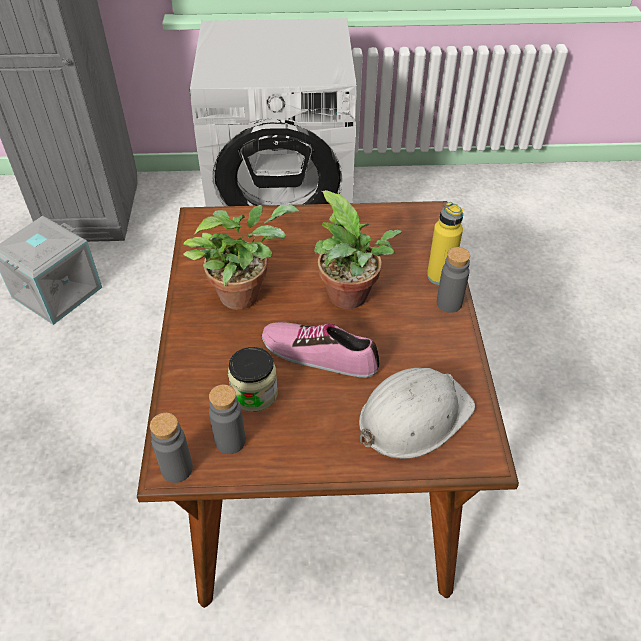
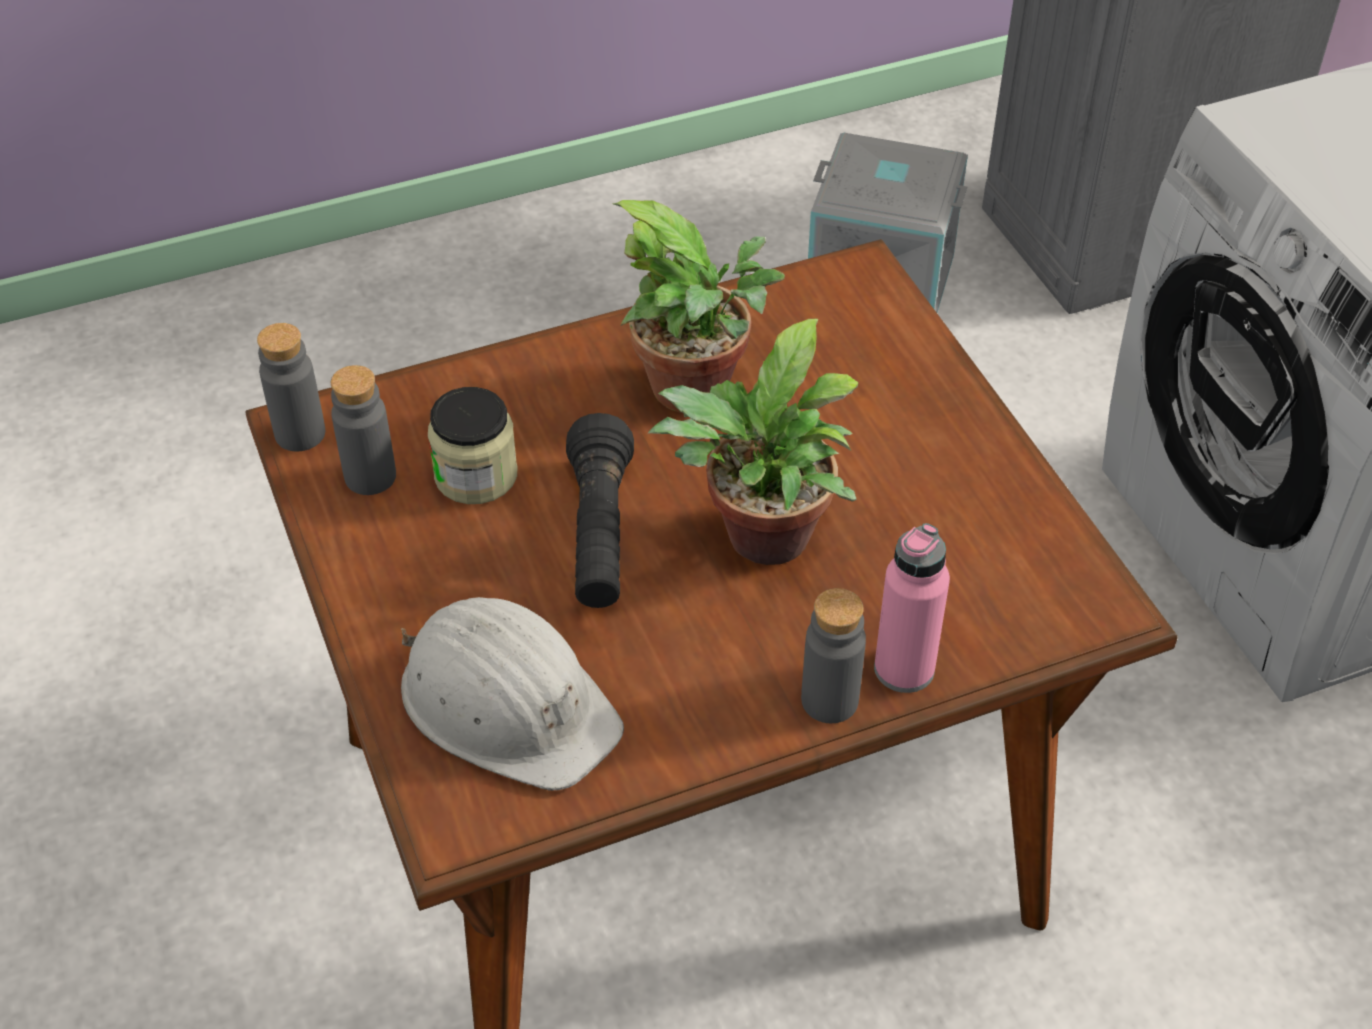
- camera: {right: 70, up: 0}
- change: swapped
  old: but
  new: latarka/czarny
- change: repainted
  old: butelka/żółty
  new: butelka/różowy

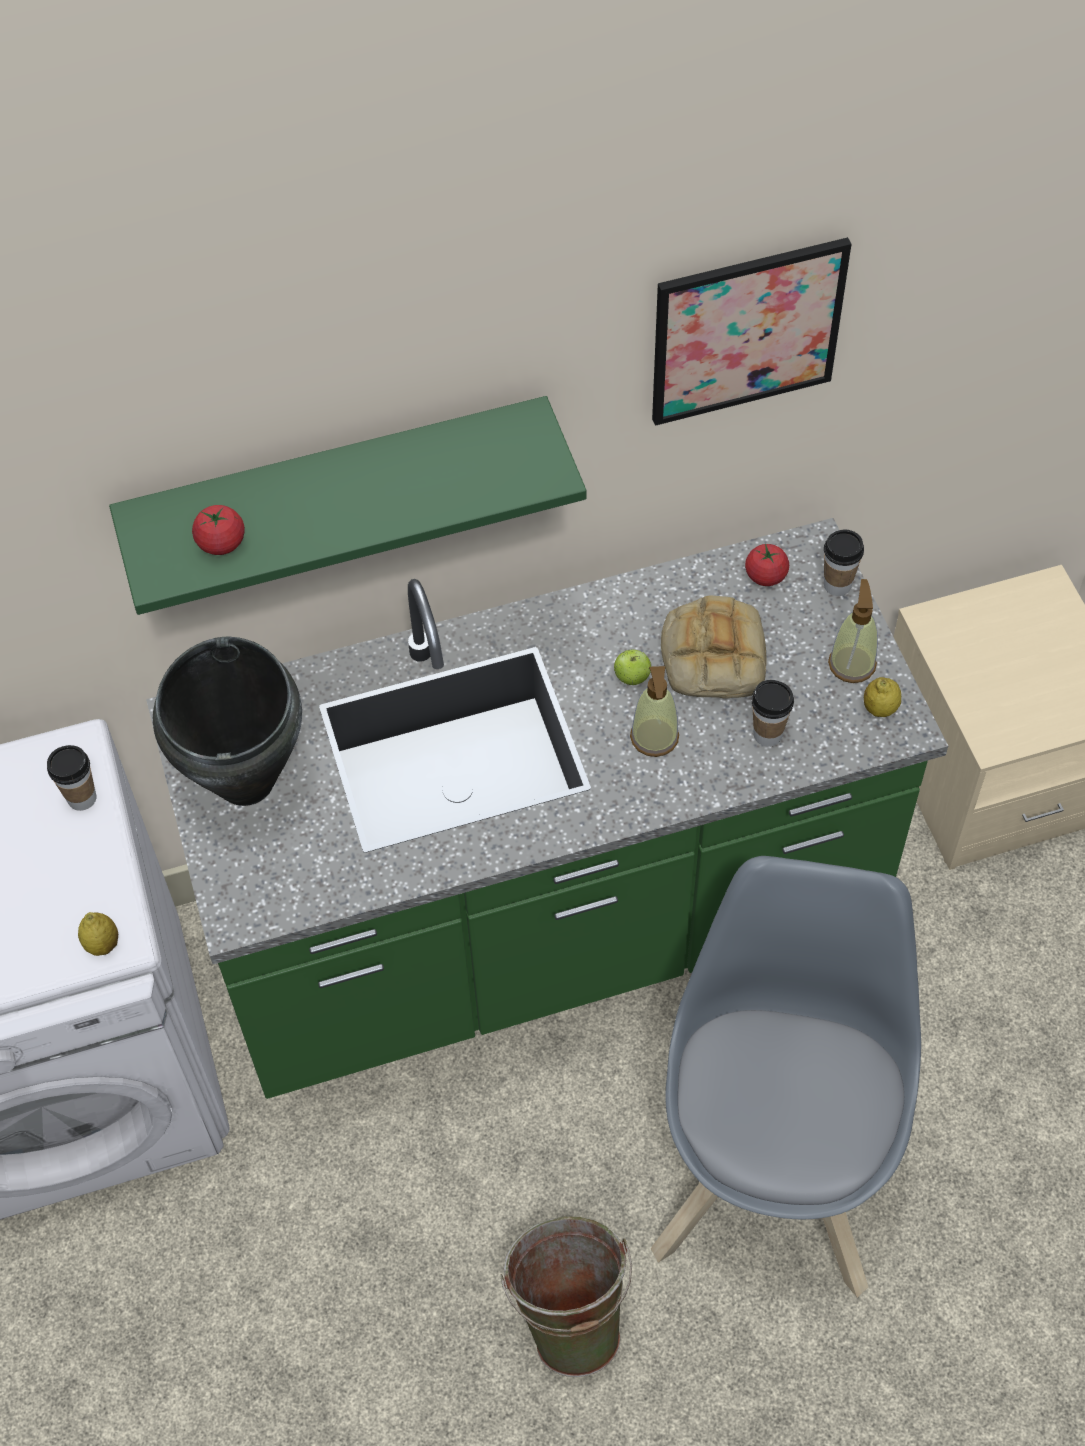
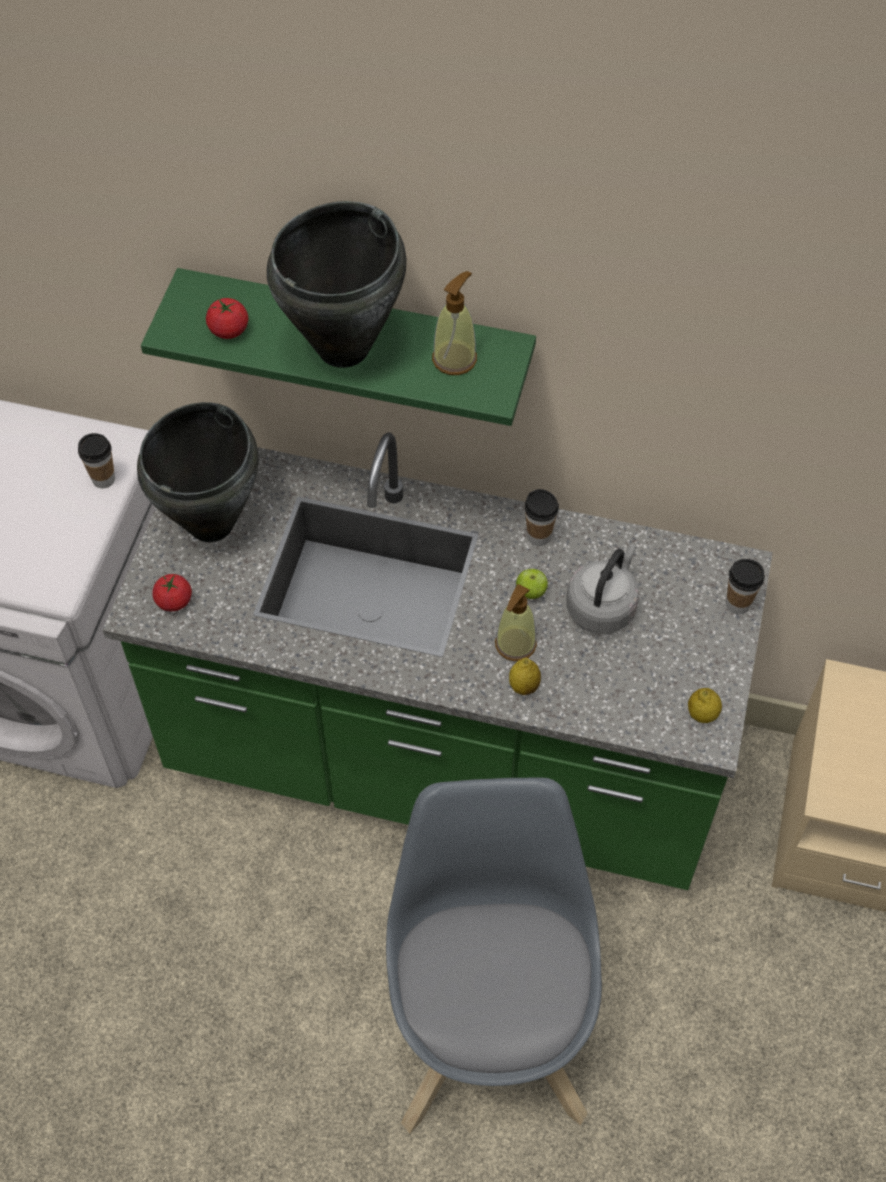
- camera: {right: 30, up: 0}
- change: shifted
  old: pomidor (no. 2 from left in the first image)
  new: pomidor (no. 1 from left)
- change: new
  new: garnek/czarny (no. 2 from left)
- change: rotated
  old: krzesło/szary
  degrees: -45
- change: shifted
  old: dozownik mydła (no. 2 from left in the first image)
  new: dozownik mydła (no. 1 from left)
- change: shifted
  old: cytryna (no. 1 from left)
- change: shifted
  old: filiżanka (no. 2 from left)
- change: swapped
  old: chleb
  new: czajnik/szary
- change: gone
  old: wiadro/zielony
- change: gone
  old: obraz

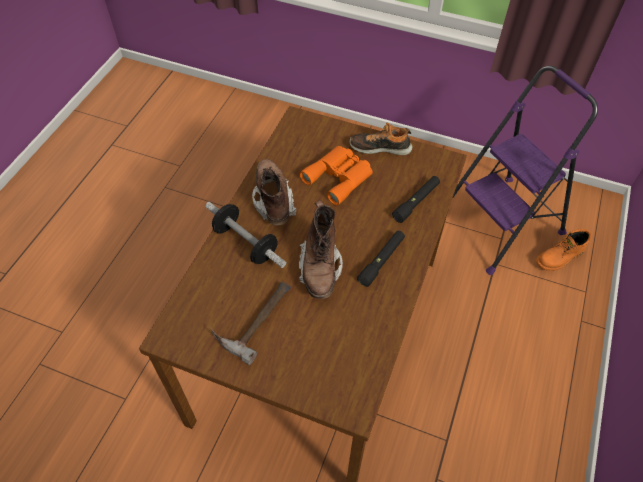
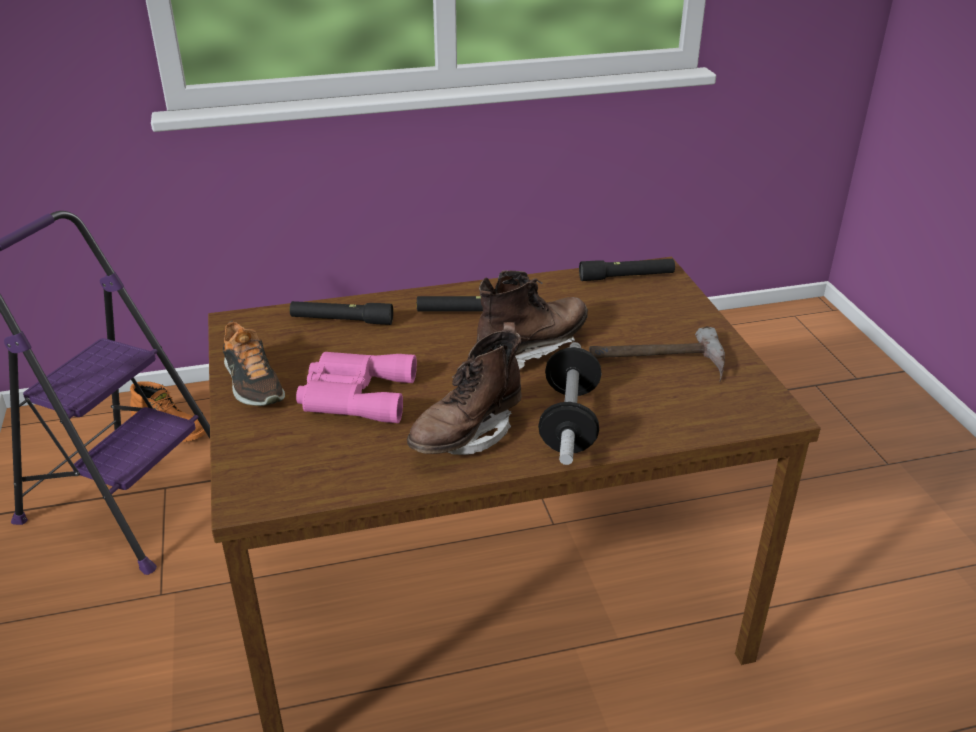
- camera: {right: -125, up: -20}
- change: repainted
  old: lornetka/pomarańczowy
  new: lornetka/różowy
- change: new
  new: latarka/czarny (no. 3 from left)

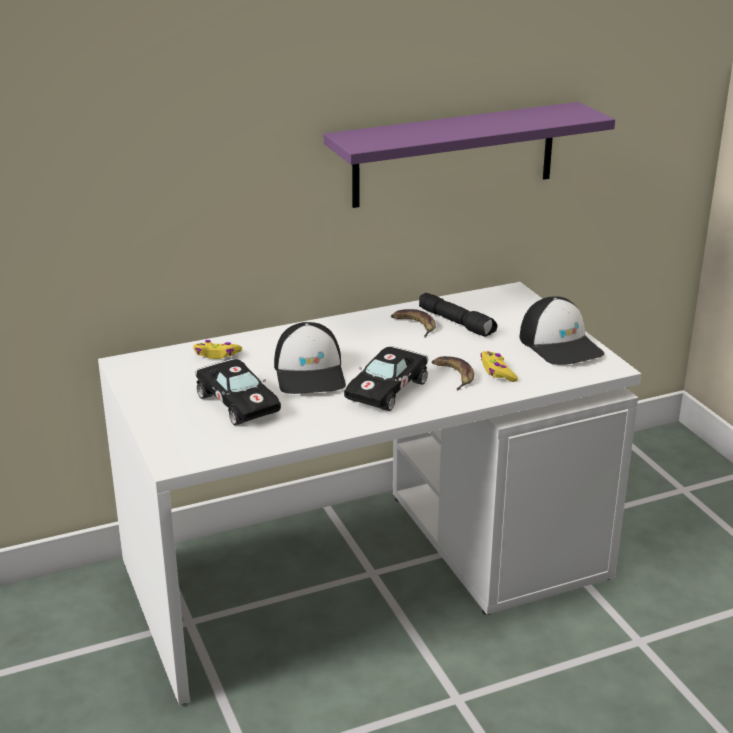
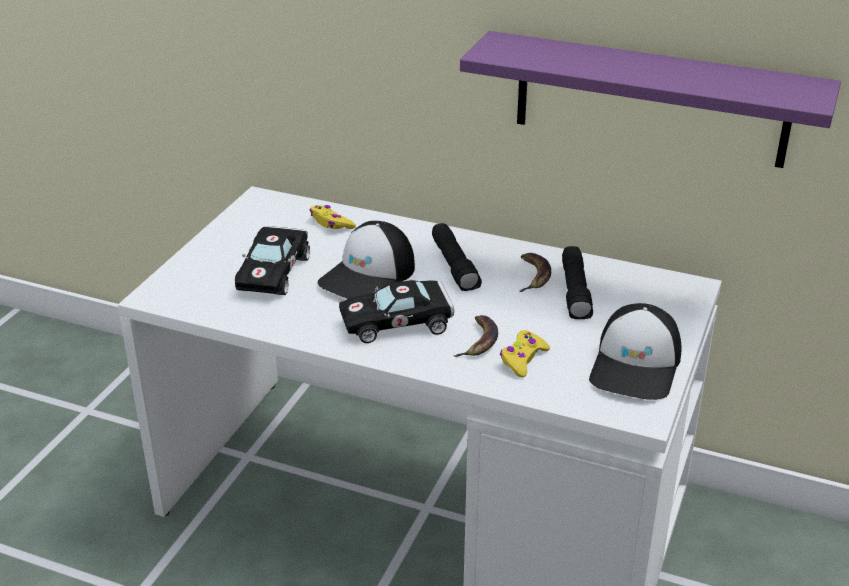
- camera: {right: 45, up: 5}
- change: new
  new: latarka/czarny (no. 1 from left)

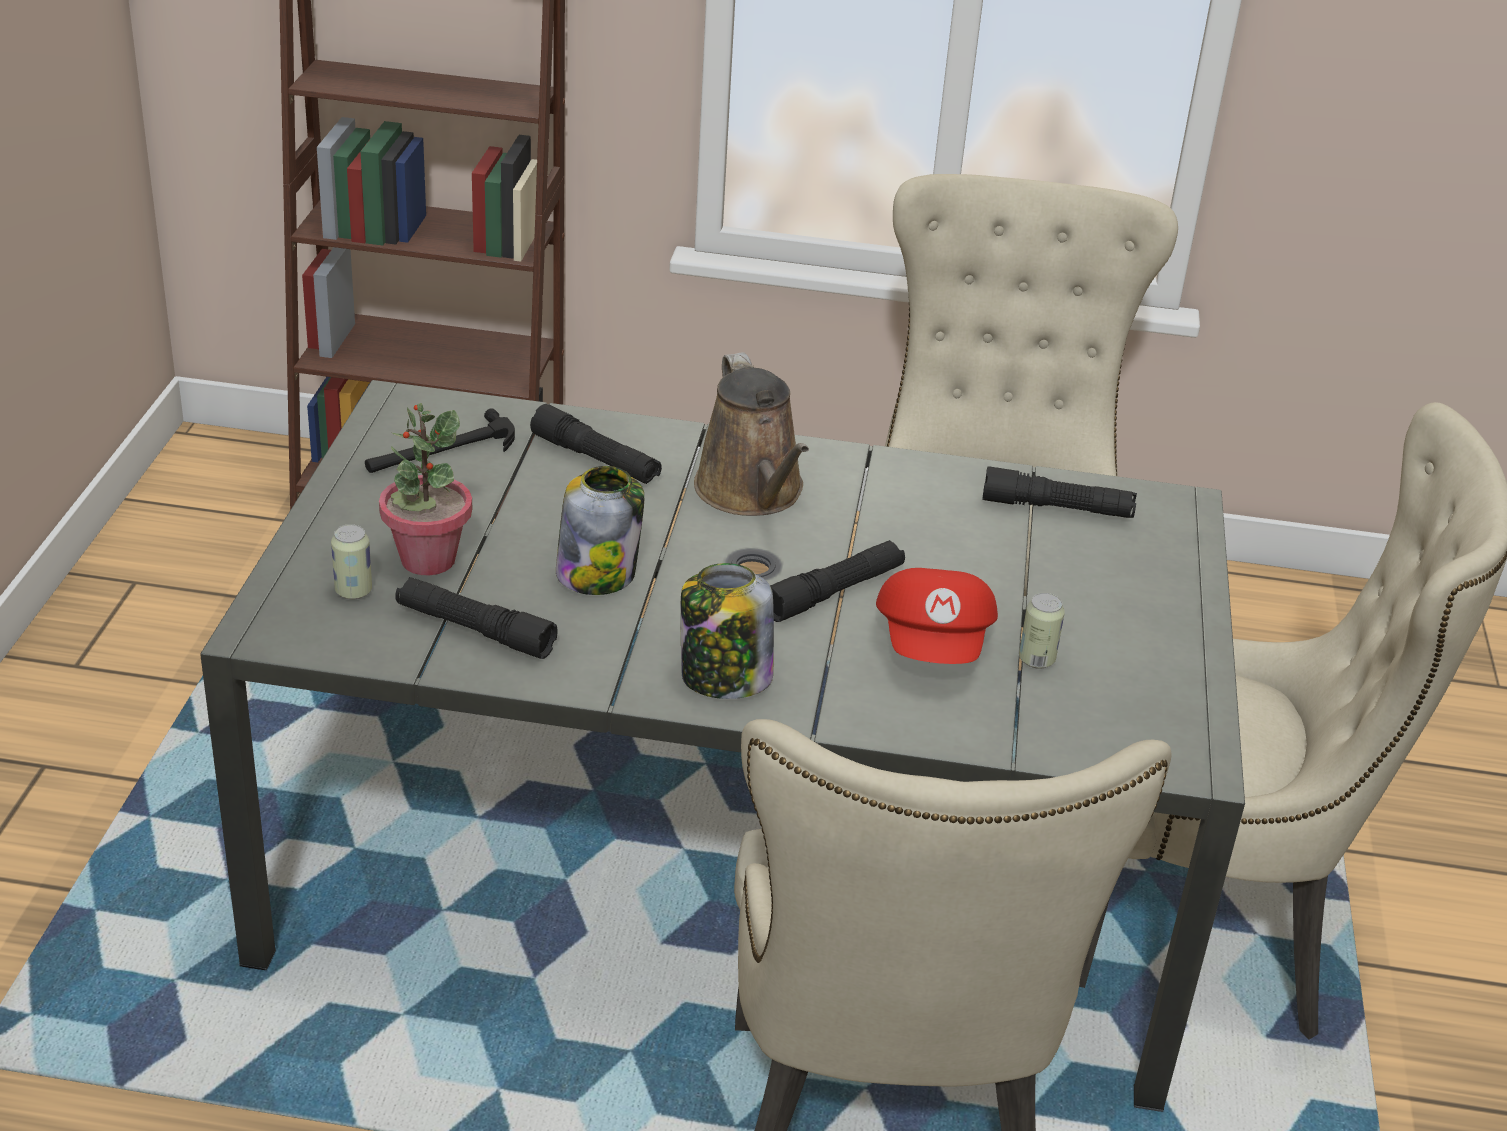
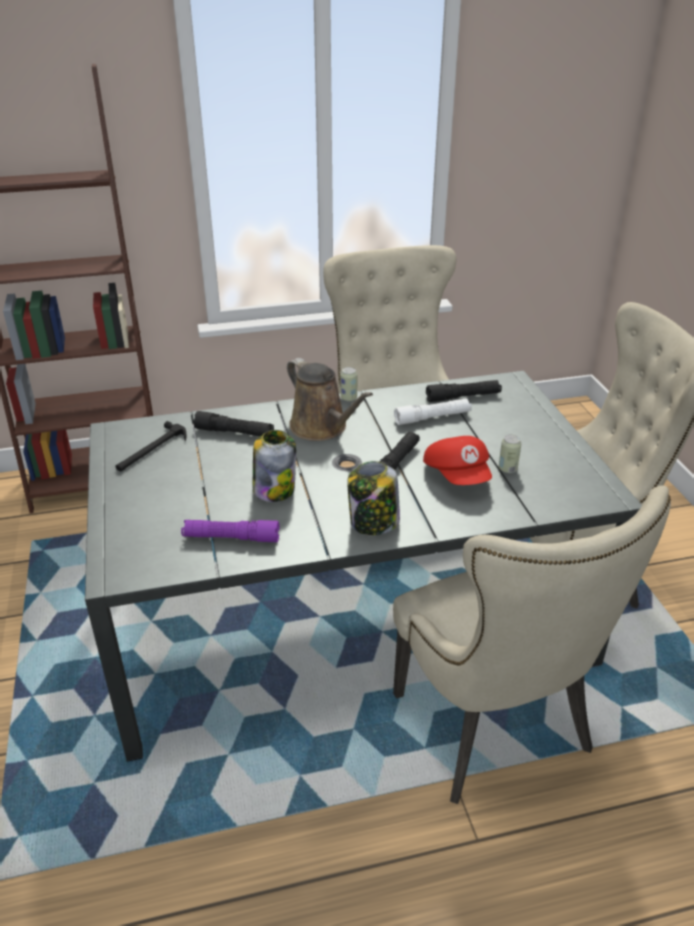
- camera: {right: -20, up: 0}
- change: repainted
  old: latarka/czarny (no. 1 from left)
  new: latarka/fioletowy
- change: shifted
  old: puszka (no. 1 from left)
- change: new
  new: latarka/biały
- change: gone
  old: roślina doniczkowa

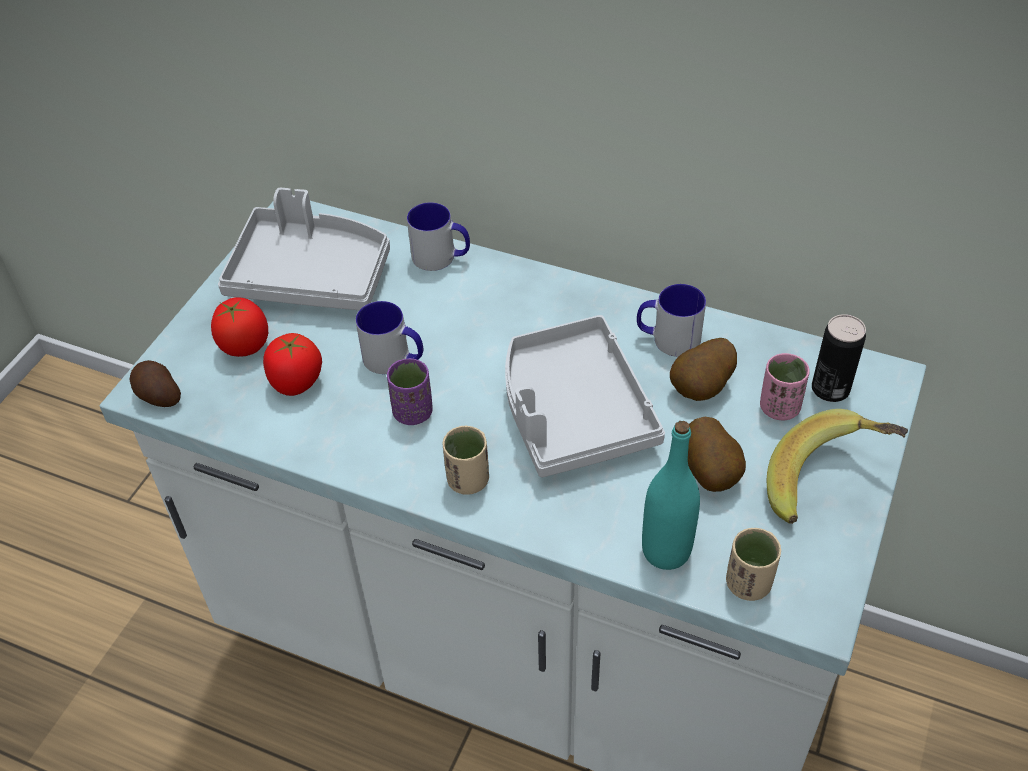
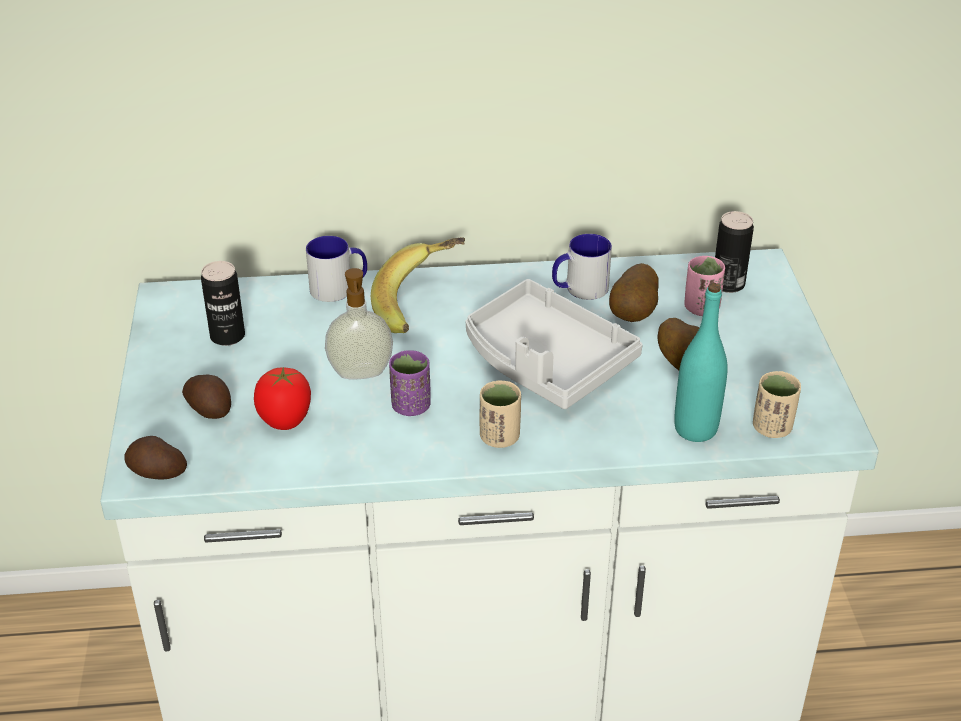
- camera: {right: -30, up: -10}
- change: swapped
  old: pomidor (no. 1 from left)
  new: ziemniak (no. 2 from left)
- change: swapped
  old: taca/szary (no. 1 from left)
  new: puszka (no. 1 from left)
- change: swapped
  old: kubek (no. 1 from left)
  new: dozownik mydła
- change: shifted
  old: banan

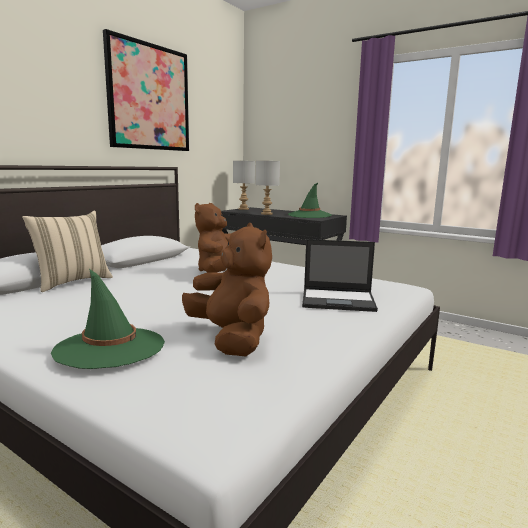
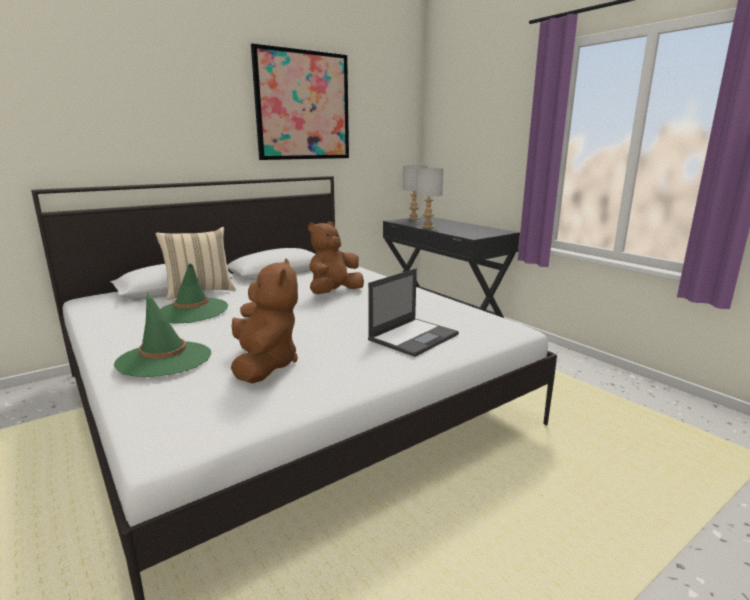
- camera: {right: 20, up: 5}
- change: shifted
  old: kapelusz/zielony (no. 2 from left)
- change: rotated
  old: laptop
  degrees: -75

